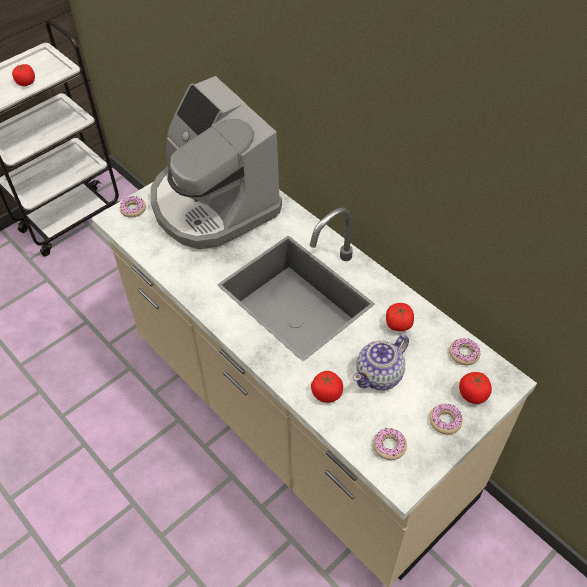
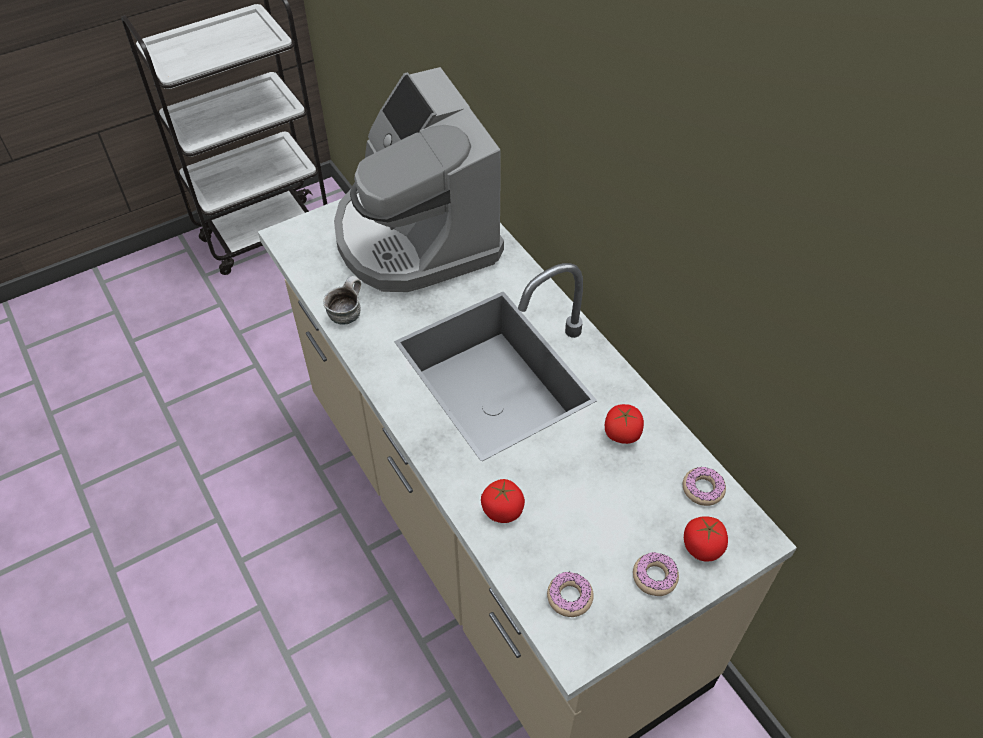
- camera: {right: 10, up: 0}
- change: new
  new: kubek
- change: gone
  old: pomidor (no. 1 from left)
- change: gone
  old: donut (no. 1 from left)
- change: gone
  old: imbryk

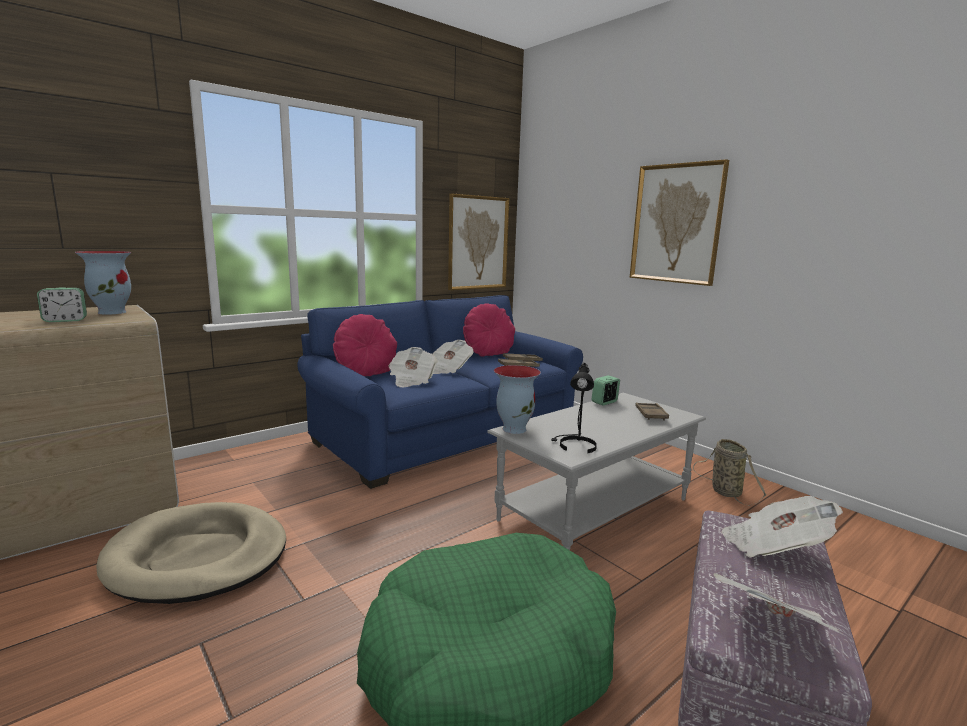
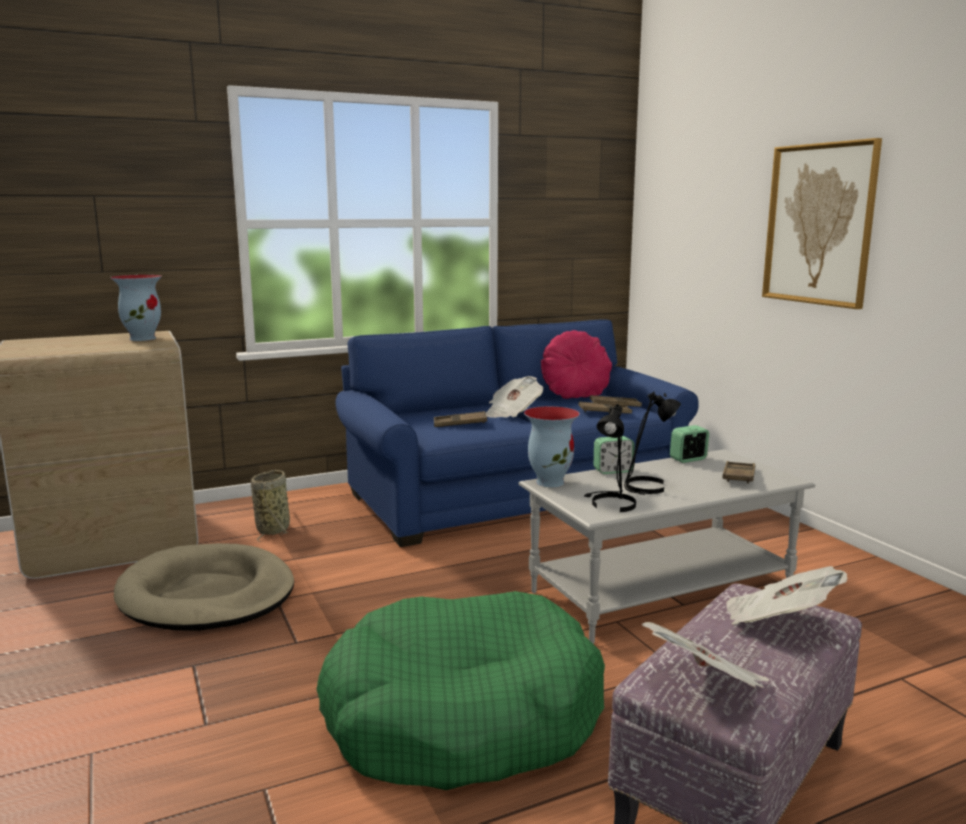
- camera: {right: 15, up: 0}
- change: shifted
  old: koszyk
- change: swapped
  old: gazeta (no. 1 from left)
  new: taca/brązowy (no. 1 from left)
- change: shifted
  old: budzik (no. 1 from left)
- change: new
  new: lampa stołowa/czarny (no. 2 from left)
- change: gone
  old: poduszka/różowy (no. 1 from left)
- change: gone
  old: obraz (no. 1 from left)

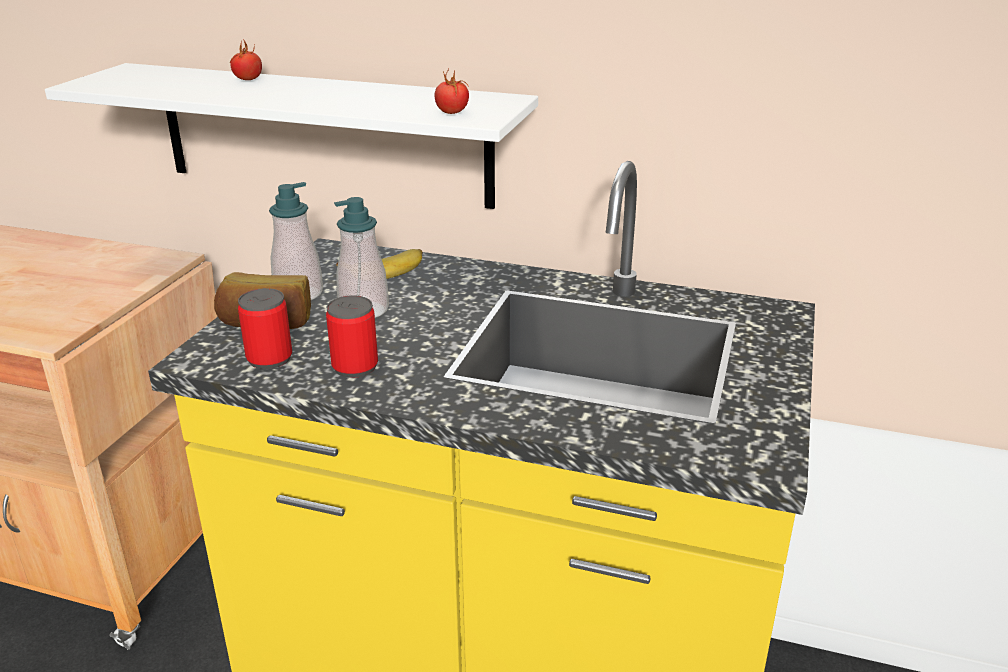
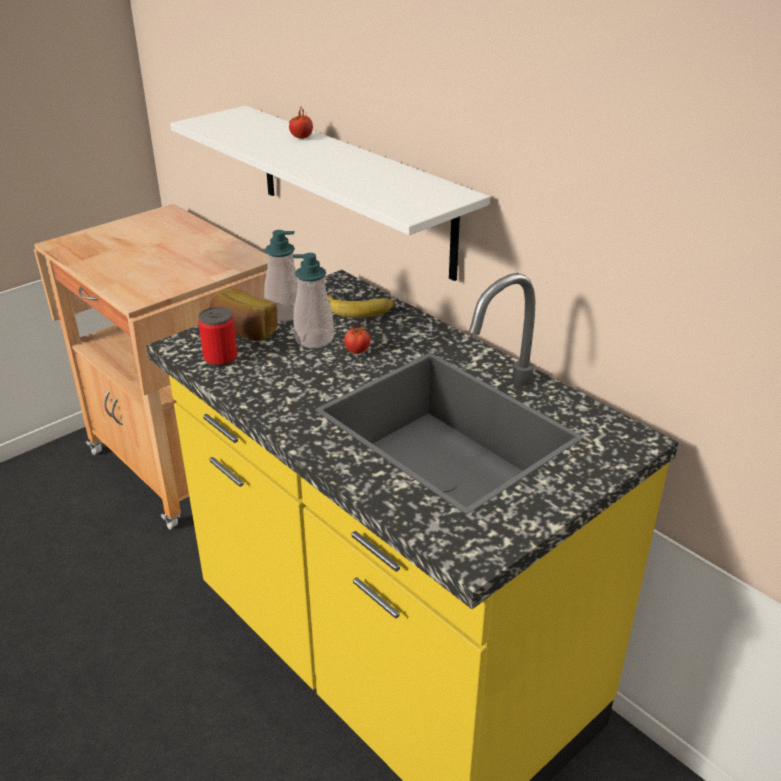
- camera: {right: 30, up: 5}
- change: shifted
  old: pomidor (no. 2 from left)
- change: gone
  old: puszka (no. 2 from left)

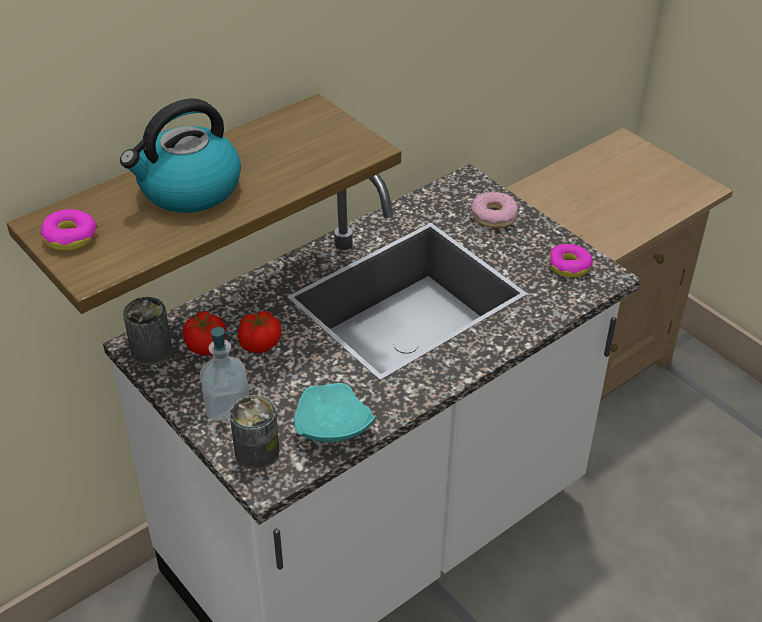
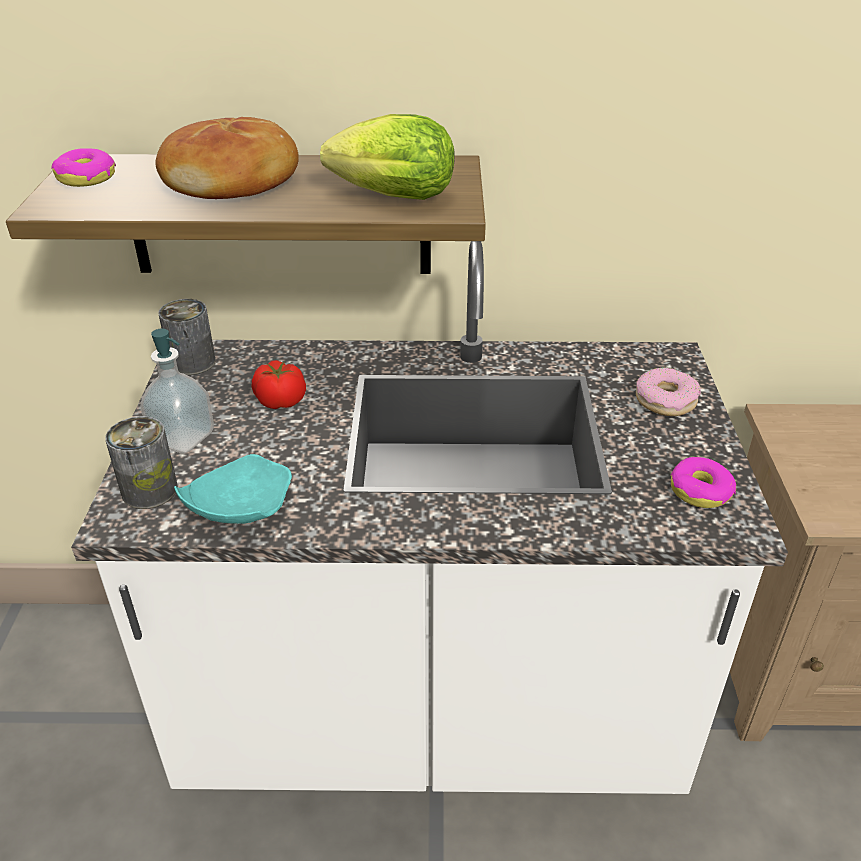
- camera: {right: 40, up: -5}
- change: swapped
  old: czajnik
  new: chleb
- change: new
  new: sałata
- change: gone
  old: pomidor (no. 1 from left)

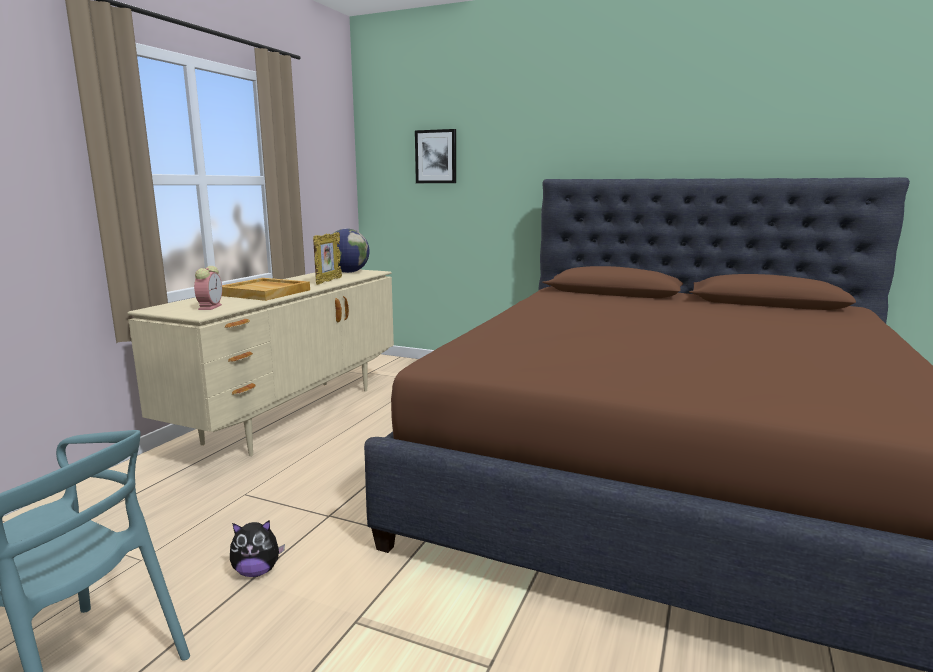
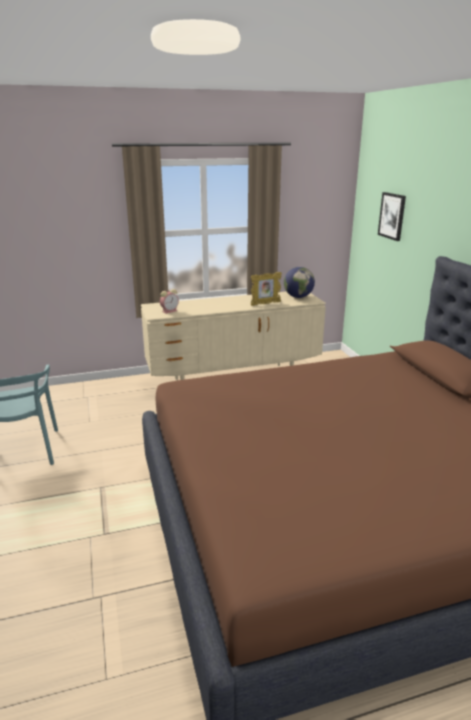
- camera: {right: 50, up: 10}
- change: gone
  old: taca/beżowy
- change: gone
  old: pluszak

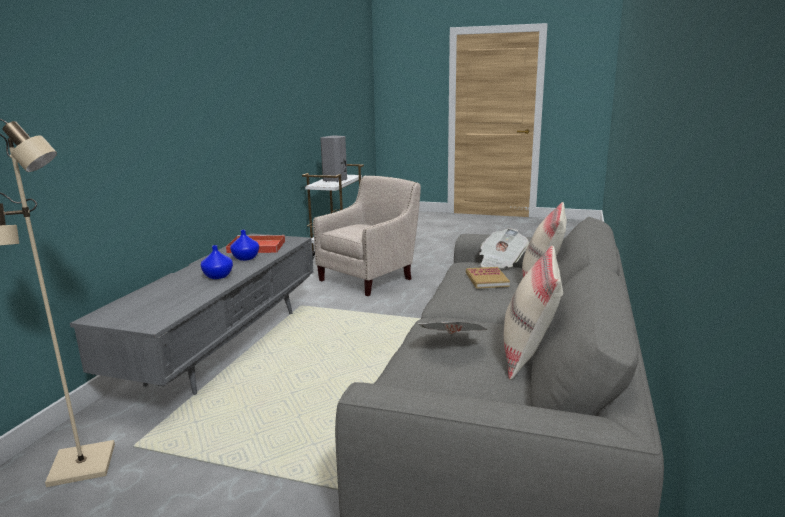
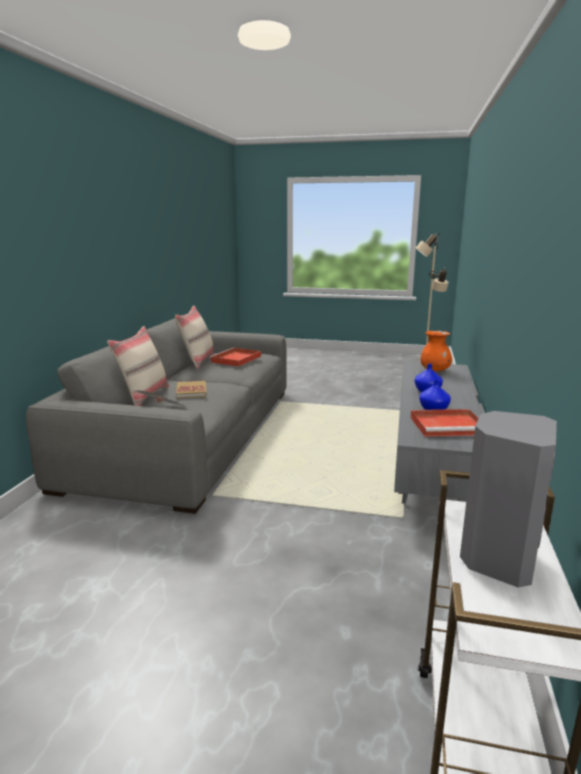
- camera: {right: 175, up: 0}
- change: swapped
  old: gazeta (no. 1 from left)
  new: taca/czerwony (no. 1 from left)
- change: new
  new: wazon/pomarańczowy
- change: gone
  old: fotel/beżowy

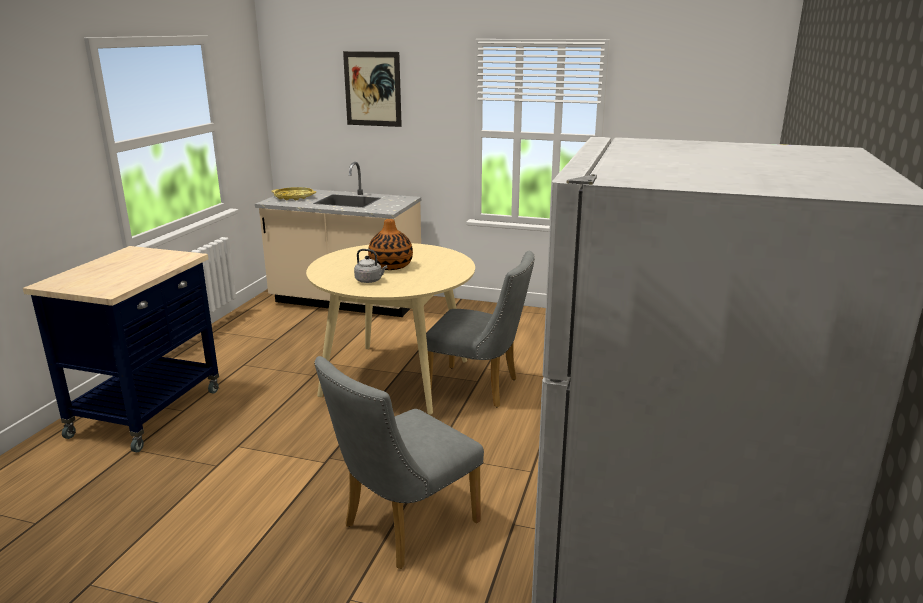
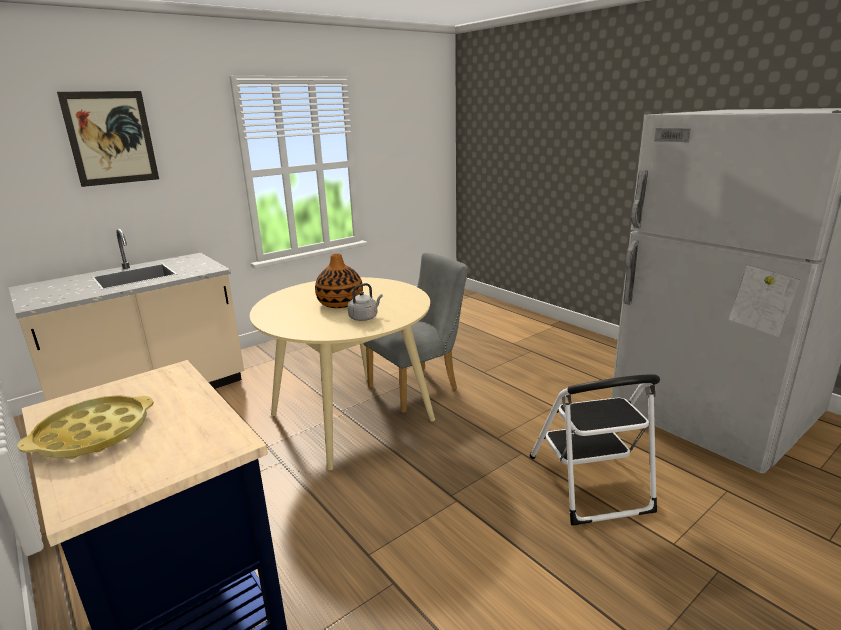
- camera: {right: -55, up: 0}
- change: shifted
  old: taca/żółty
- change: swapped
  old: krzesło/szary (no. 1 from left)
  new: drabinka

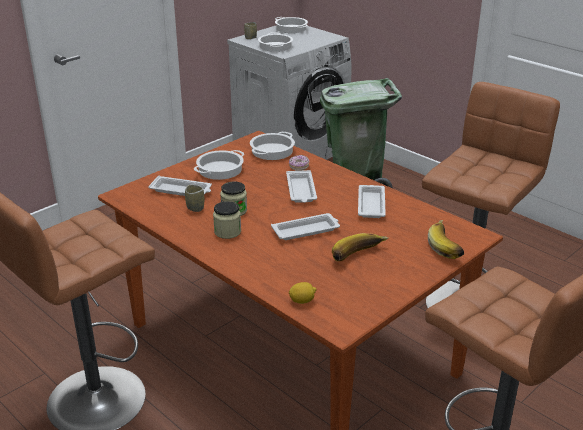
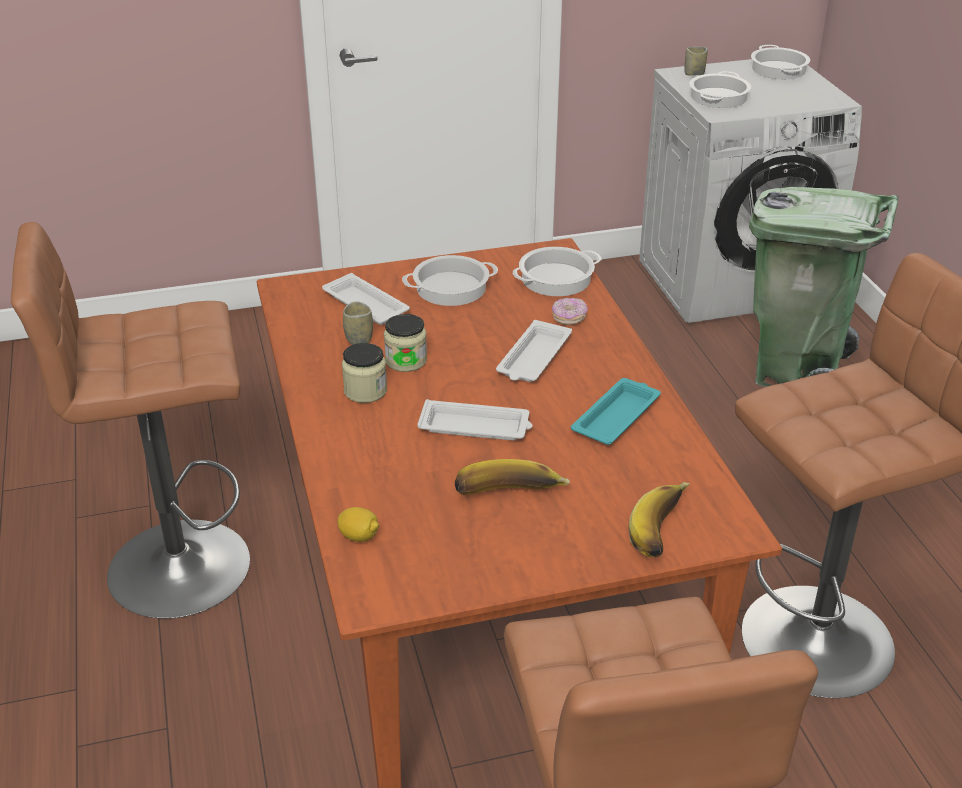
- camera: {right: 30, up: 5}
- change: repainted
  old: taca/biały (no. 4 from left)
  new: taca/turkusowy

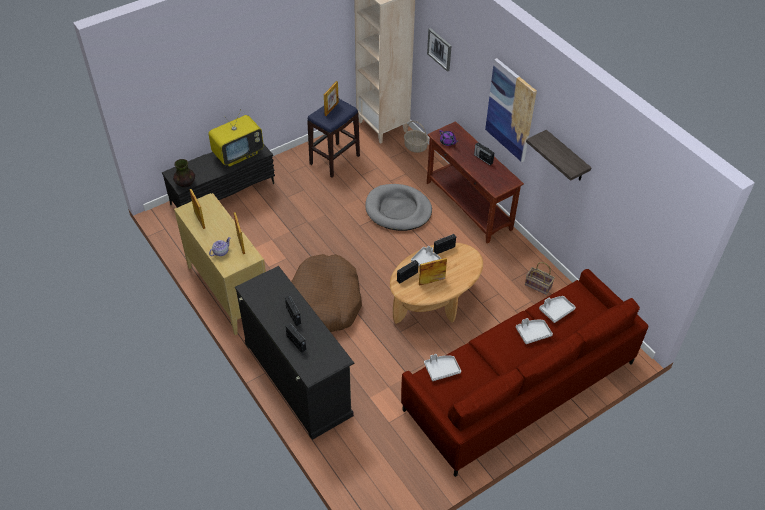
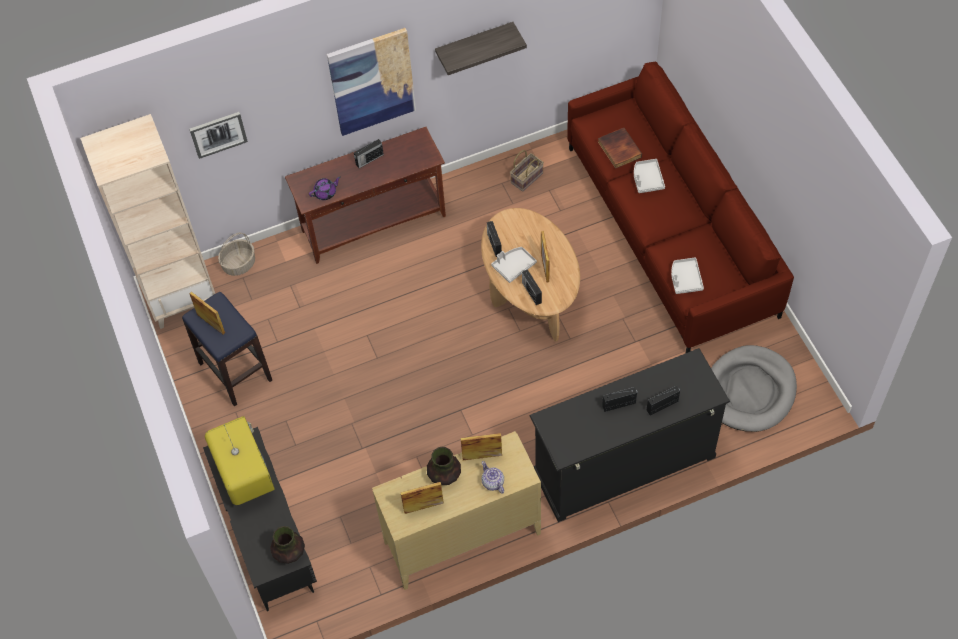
- camera: {right: -75, up: 10}
- change: new
  new: wazon (no. 2 from left)
- change: swapped
  old: taca/szary (no. 4 from left)
  new: książka
- change: shifted
  old: legowisko/szary
- change: gone
  old: legowisko/brązowy

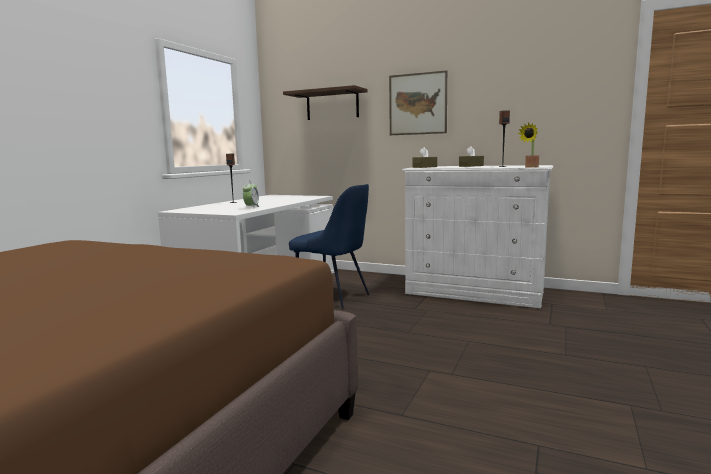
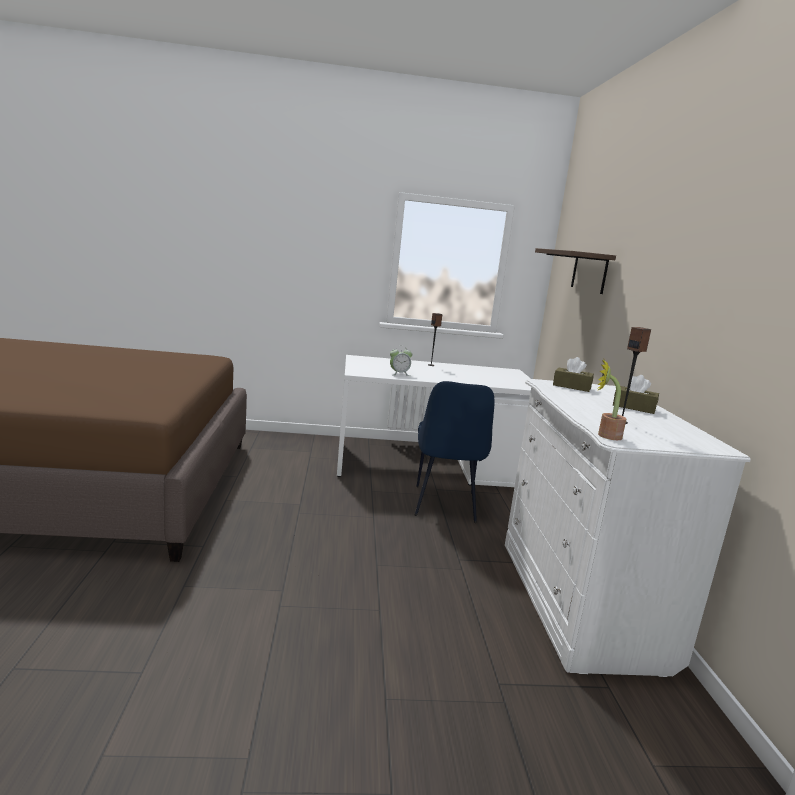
- camera: {right: 60, up: 5}
- change: gone
  old: obraz

